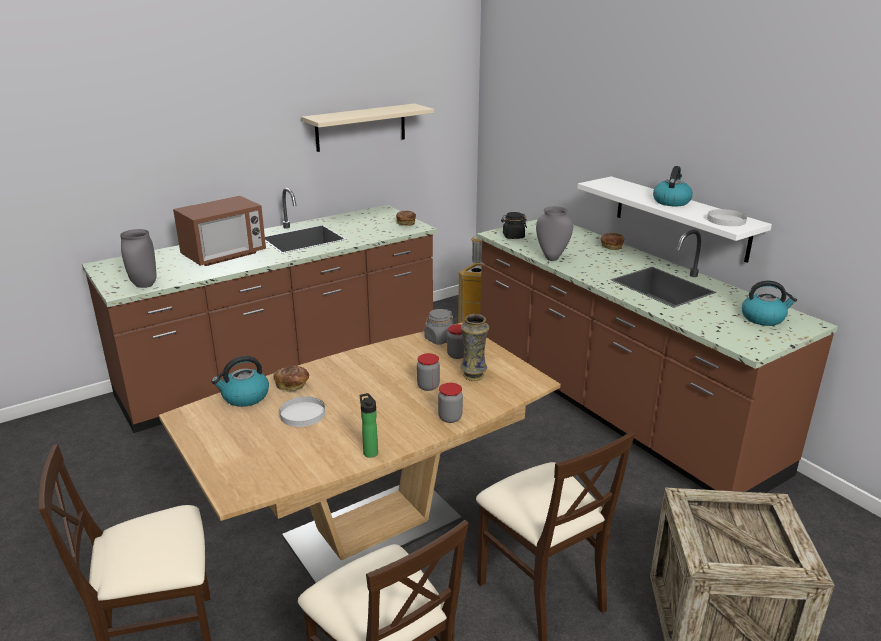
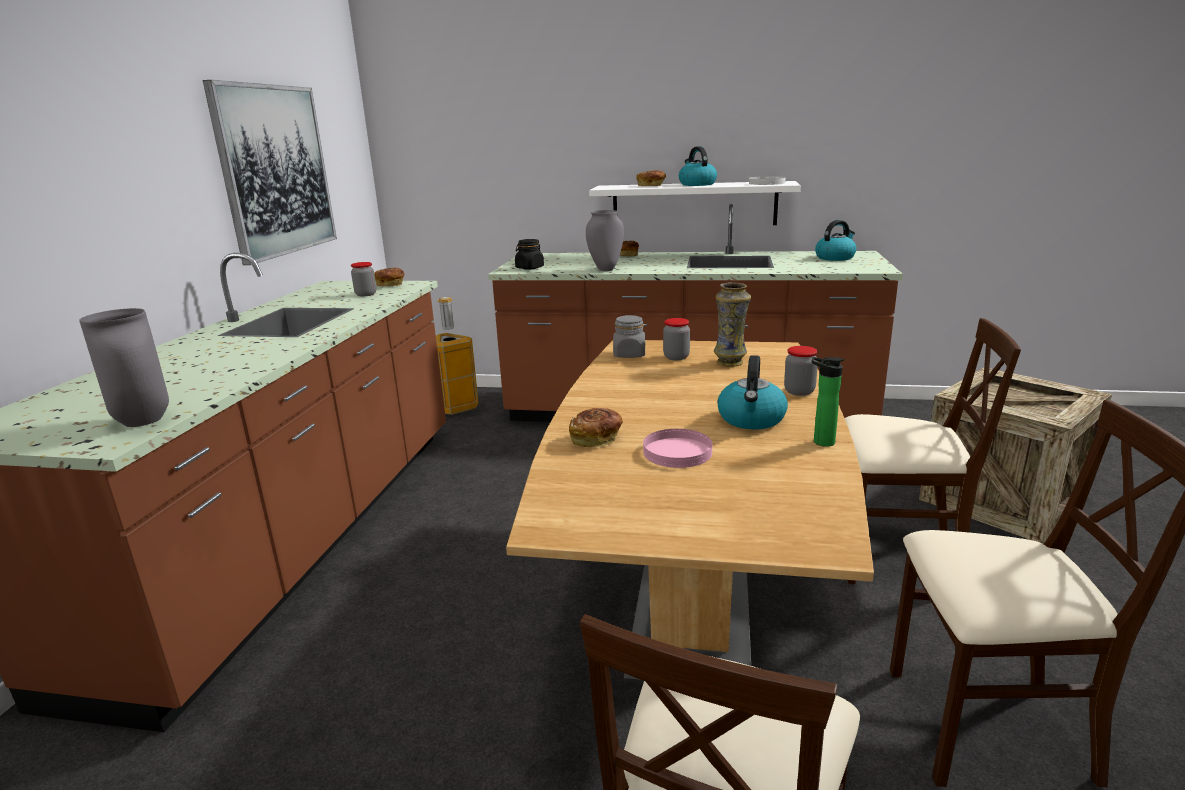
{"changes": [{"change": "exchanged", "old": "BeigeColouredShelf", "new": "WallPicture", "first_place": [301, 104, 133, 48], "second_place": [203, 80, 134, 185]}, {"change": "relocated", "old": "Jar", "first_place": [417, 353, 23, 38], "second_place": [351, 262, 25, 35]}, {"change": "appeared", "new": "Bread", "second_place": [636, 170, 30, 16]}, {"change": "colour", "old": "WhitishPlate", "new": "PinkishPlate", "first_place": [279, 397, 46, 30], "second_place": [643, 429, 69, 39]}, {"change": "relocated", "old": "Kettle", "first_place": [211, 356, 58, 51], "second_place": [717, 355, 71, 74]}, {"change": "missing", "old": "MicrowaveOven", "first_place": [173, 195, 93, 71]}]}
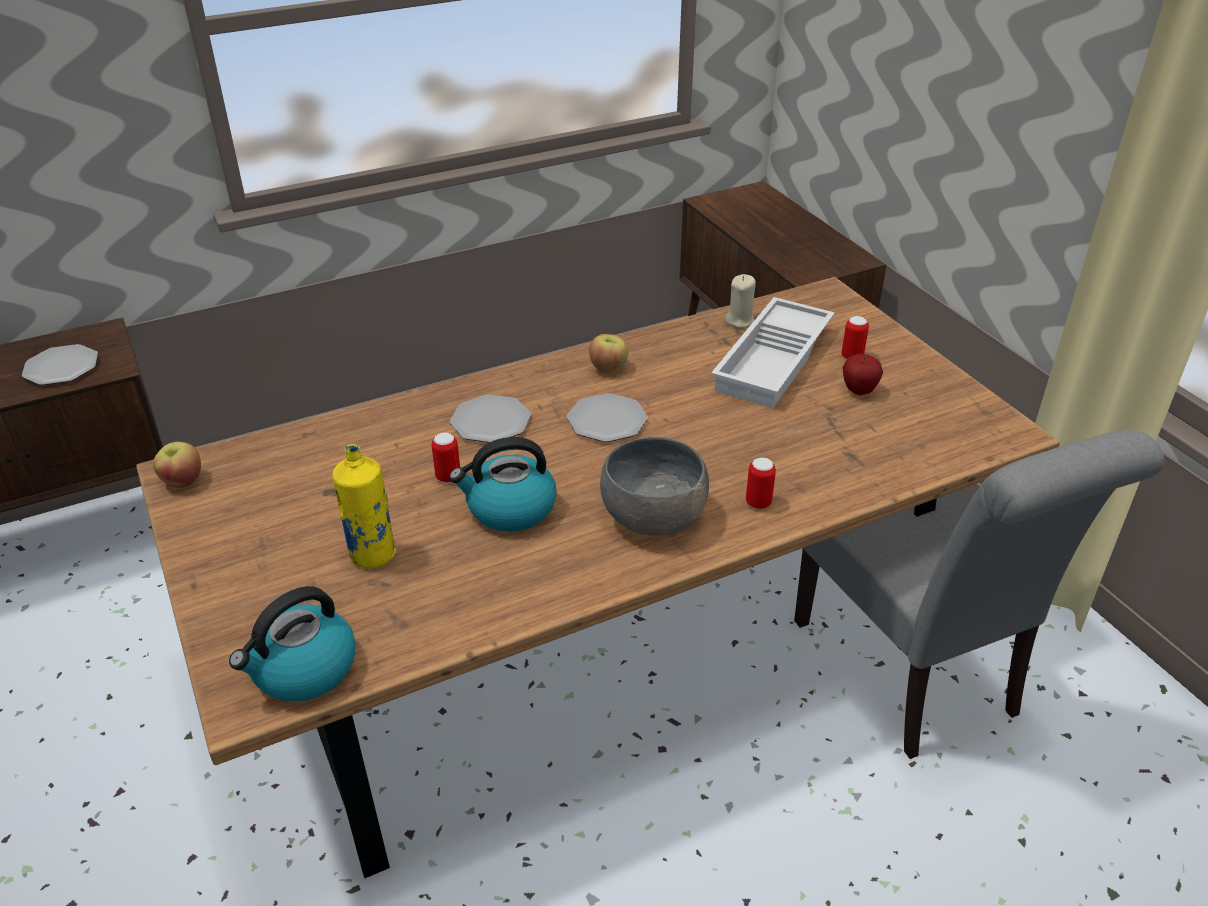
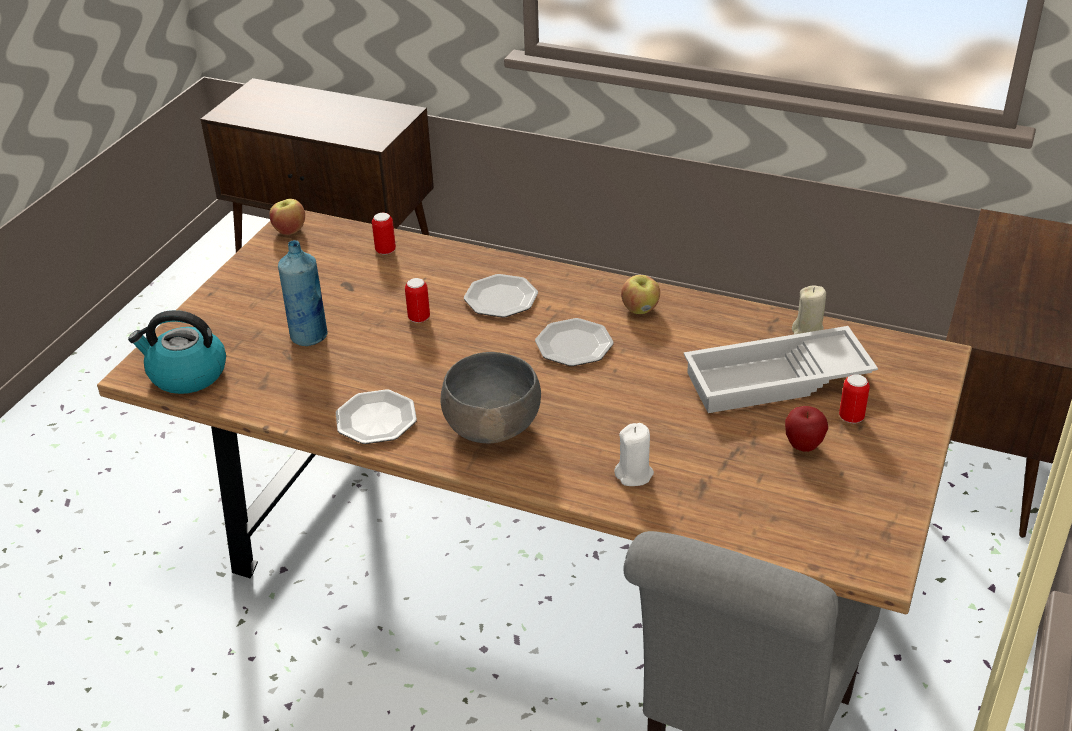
{"changes": [{"change": "colour", "old": "YellowishBottle", "new": "BlueColouredBottle", "first_place": [332, 444, 64, 124], "second_place": [278, 240, 50, 106]}, {"change": "relocated", "old": "Plate", "first_place": [22, 344, 76, 41], "second_place": [336, 389, 81, 55]}, {"change": "relocated", "old": "Can", "first_place": [746, 457, 30, 52], "second_place": [372, 213, 24, 42]}, {"change": "appeared", "new": "WhitishCandle", "second_place": [615, 423, 39, 63]}, {"change": "missing", "old": "Kettle", "first_place": [449, 437, 108, 95]}]}
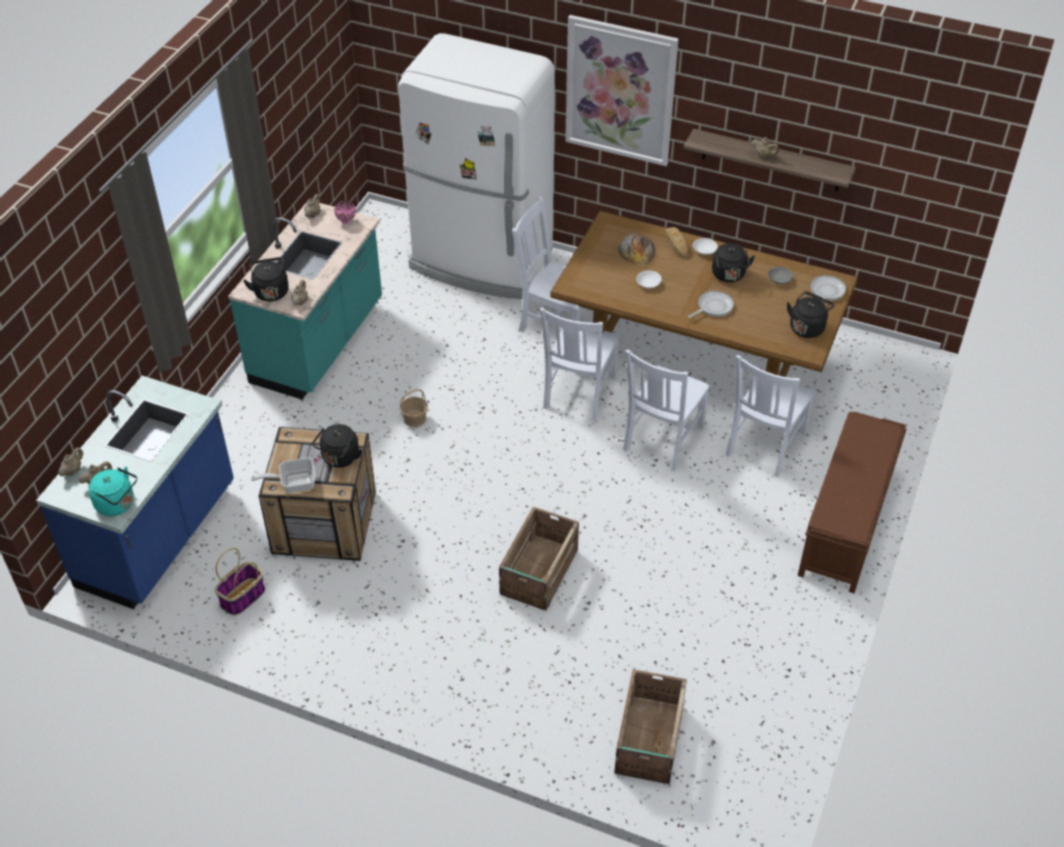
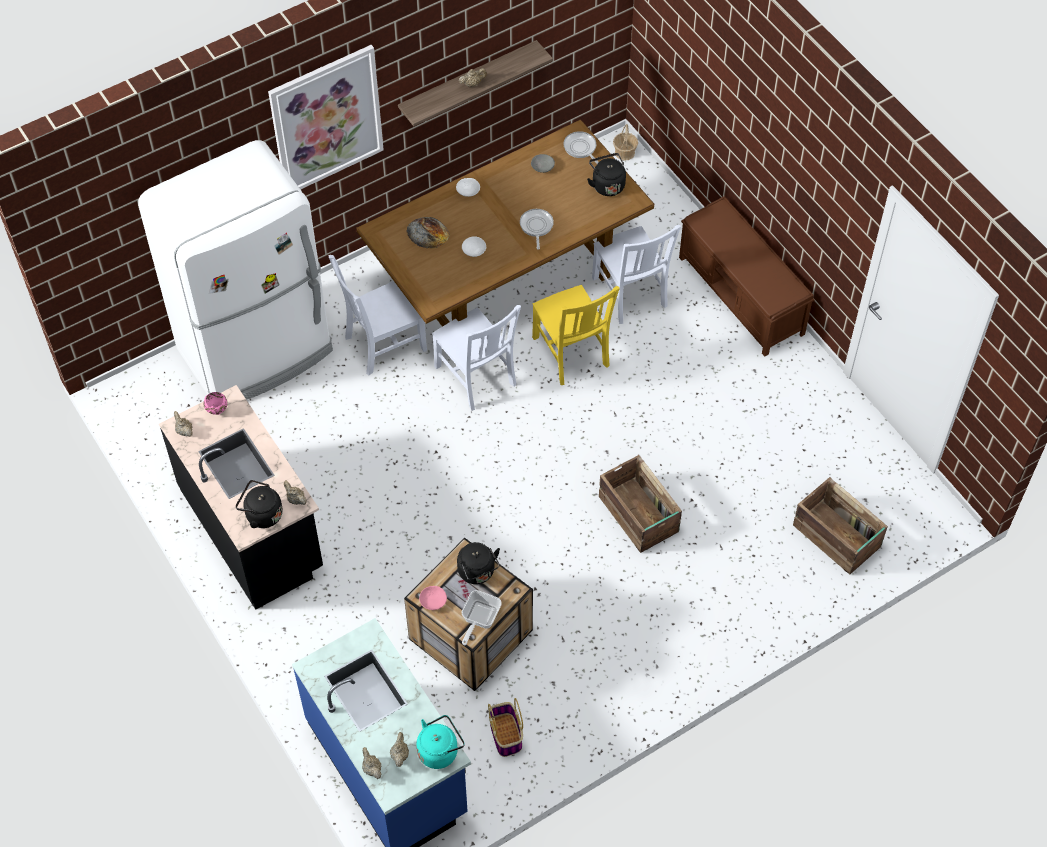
{"changes": [{"change": "colour", "old": "TurquoiseCounter", "new": "BlackColouredCounter", "first_place": [228, 200, 154, 200], "second_place": [159, 385, 164, 225]}, {"change": "appeared", "new": "PinkishServingBowl", "second_place": [419, 586, 28, 24]}, {"change": "colour", "old": "WhitishPlainChair", "new": "YellowishPlainChair", "first_place": [623, 350, 87, 121], "second_place": [532, 285, 88, 100]}, {"change": "relocated", "old": "HouseholdBasket", "first_place": [400, 389, 28, 38], "second_place": [613, 124, 25, 37]}, {"change": "missing", "old": "Bread", "first_place": [666, 227, 22, 32]}, {"change": "missing", "old": "BlackColouredKettle", "first_place": [712, 243, 43, 39]}]}
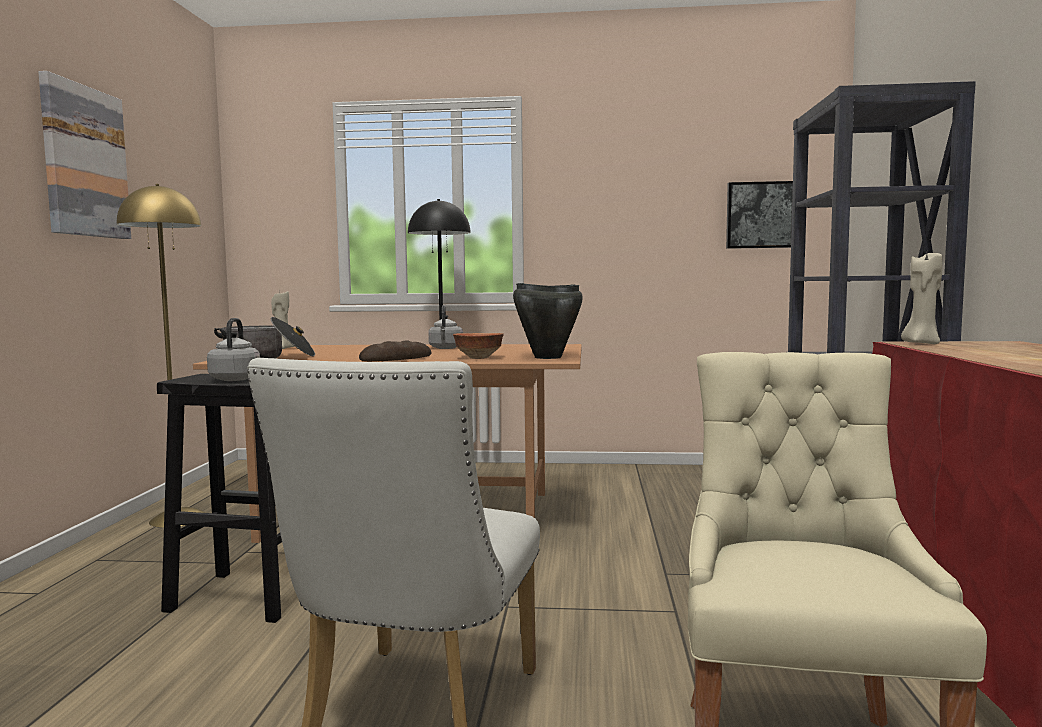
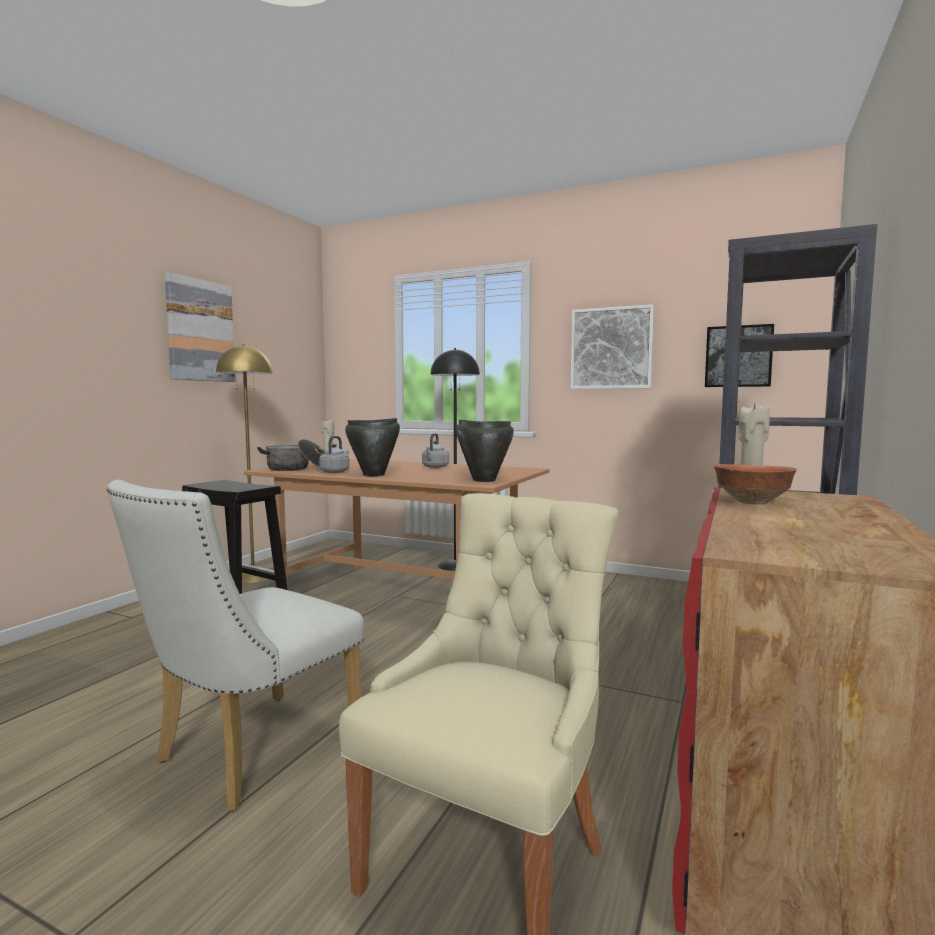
{"changes": [{"change": "relocated", "old": "GreyKettle", "first_place": [207, 318, 53, 63], "second_place": [319, 436, 30, 37]}, {"change": "exchanged", "old": "Bread", "new": "BlackColouredStockpot", "first_place": [359, 341, 72, 21], "second_place": [345, 418, 55, 58]}, {"change": "appeared", "new": "WallPicture", "second_place": [570, 304, 84, 85]}, {"change": "relocated", "old": "ServingBowl", "first_place": [453, 333, 51, 26], "second_place": [714, 464, 83, 41]}]}
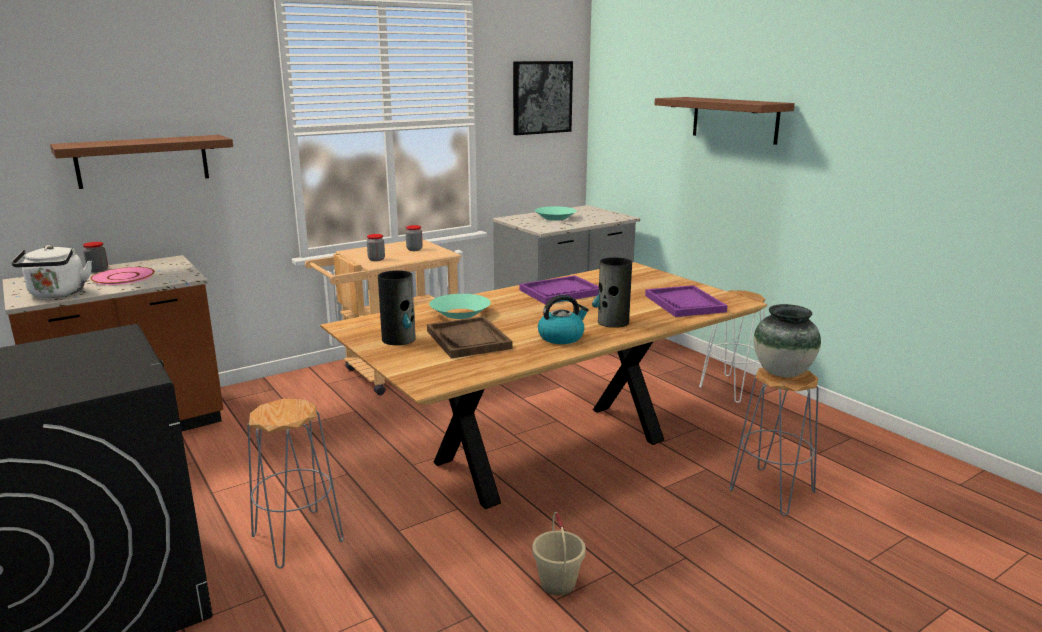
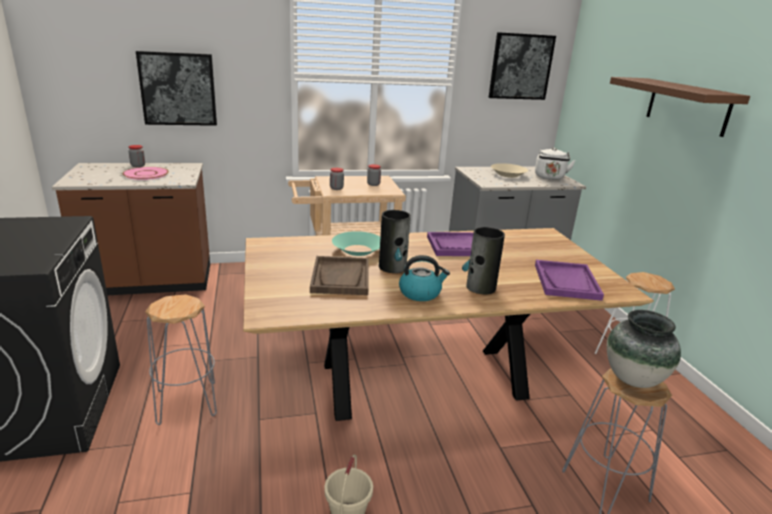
{"changes": [{"change": "exchanged", "old": "BrownColouredShelf", "new": "WallPicture", "first_place": [50, 135, 183, 54], "second_place": [136, 51, 81, 75]}, {"change": "relocated", "old": "Vase", "first_place": [378, 270, 38, 75], "second_place": [379, 210, 32, 63]}, {"change": "colour", "old": "TurquoiseServingBowl", "new": "BeigeColouredServingBowl", "first_place": [534, 206, 43, 15], "second_place": [491, 163, 37, 15]}, {"change": "relocated", "old": "WhitishKettle", "first_place": [11, 245, 81, 53], "second_place": [535, 148, 40, 32]}]}
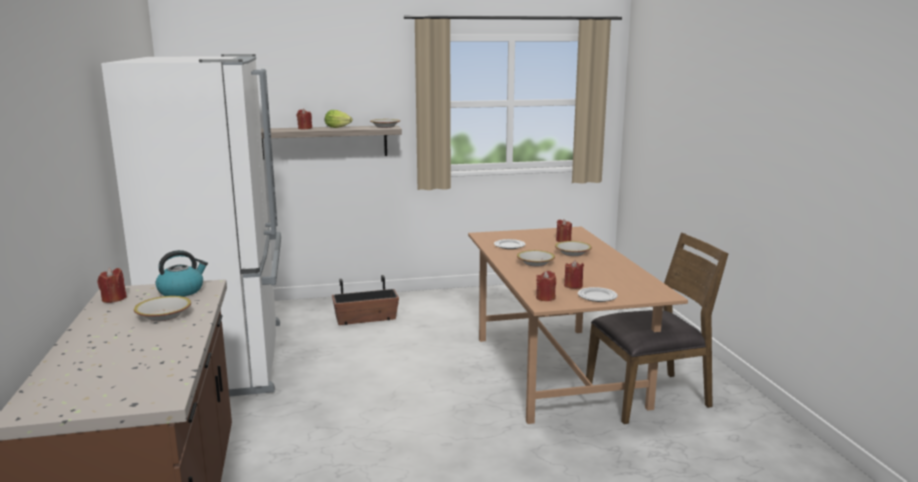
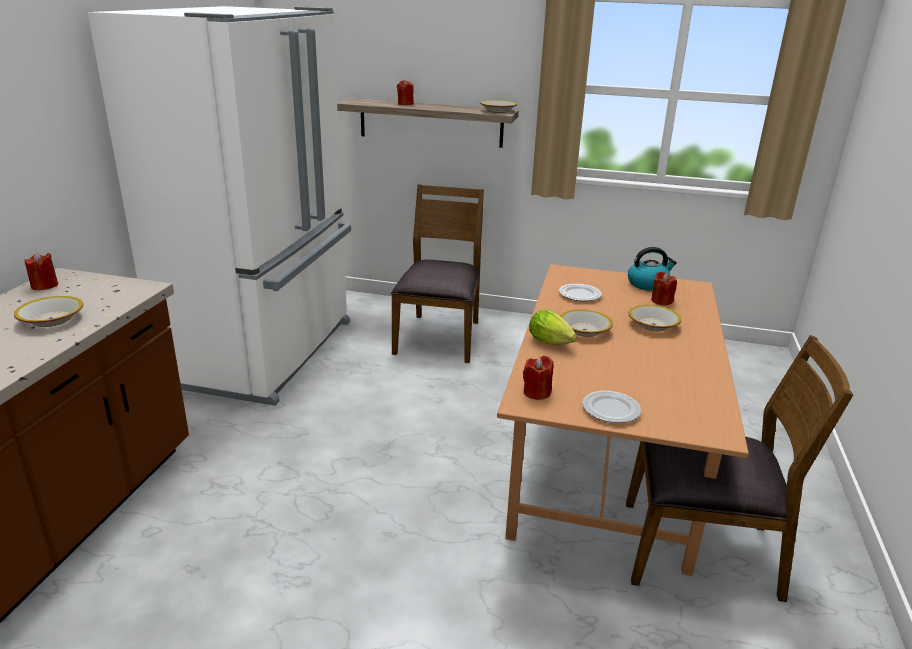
{"changes": [{"change": "exchanged", "old": "Planter", "new": "BrownColouredPlainChair", "first_place": [332, 275, 67, 50], "second_place": [391, 185, 93, 178]}, {"change": "relocated", "old": "Lettuce", "first_place": [325, 110, 28, 18], "second_place": [529, 310, 48, 35]}, {"change": "relocated", "old": "Kettle", "first_place": [156, 250, 52, 47], "second_place": [628, 247, 49, 44]}, {"change": "missing", "old": "ReddishCandle", "first_place": [564, 260, 20, 29]}]}
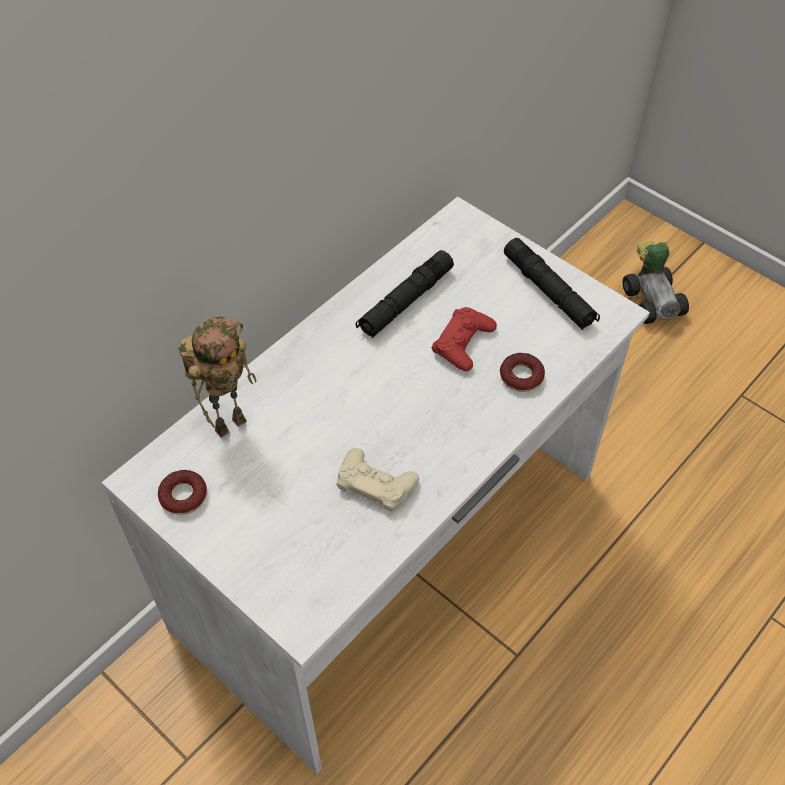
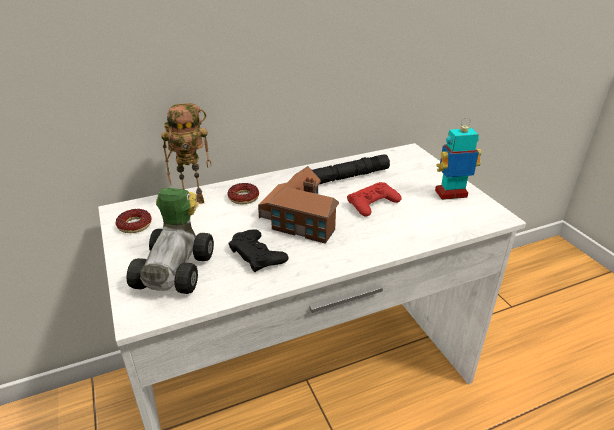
{"changes": [{"change": "relocated", "old": "ModelCar", "first_place": [623, 240, 66, 84], "second_place": [126, 188, 88, 106]}, {"change": "relocated", "old": "Doughnut", "first_place": [500, 353, 45, 39], "second_place": [227, 183, 32, 21]}, {"change": "colour", "old": "BeigeColouredGameController", "new": "BlackColouredGameController", "first_place": [336, 448, 83, 63], "second_place": [228, 229, 61, 43]}, {"change": "appeared", "new": "MiniatureHouse", "second_place": [258, 166, 81, 78]}, {"change": "exchanged", "old": "BlackColouredFlashlight", "new": "RobotFigure", "first_place": [504, 238, 96, 92], "second_place": [435, 118, 46, 82]}]}
